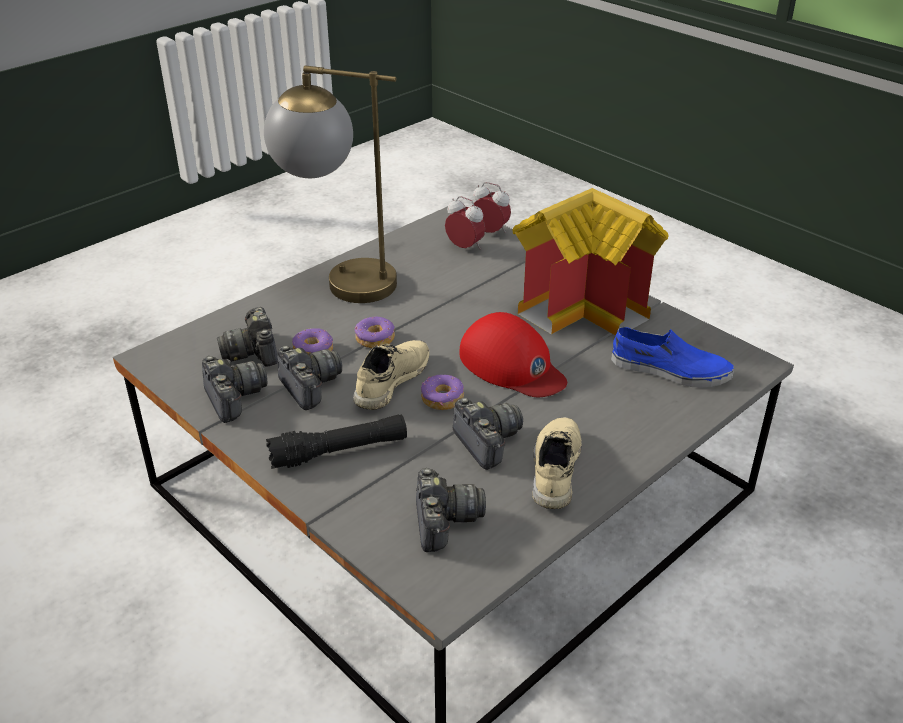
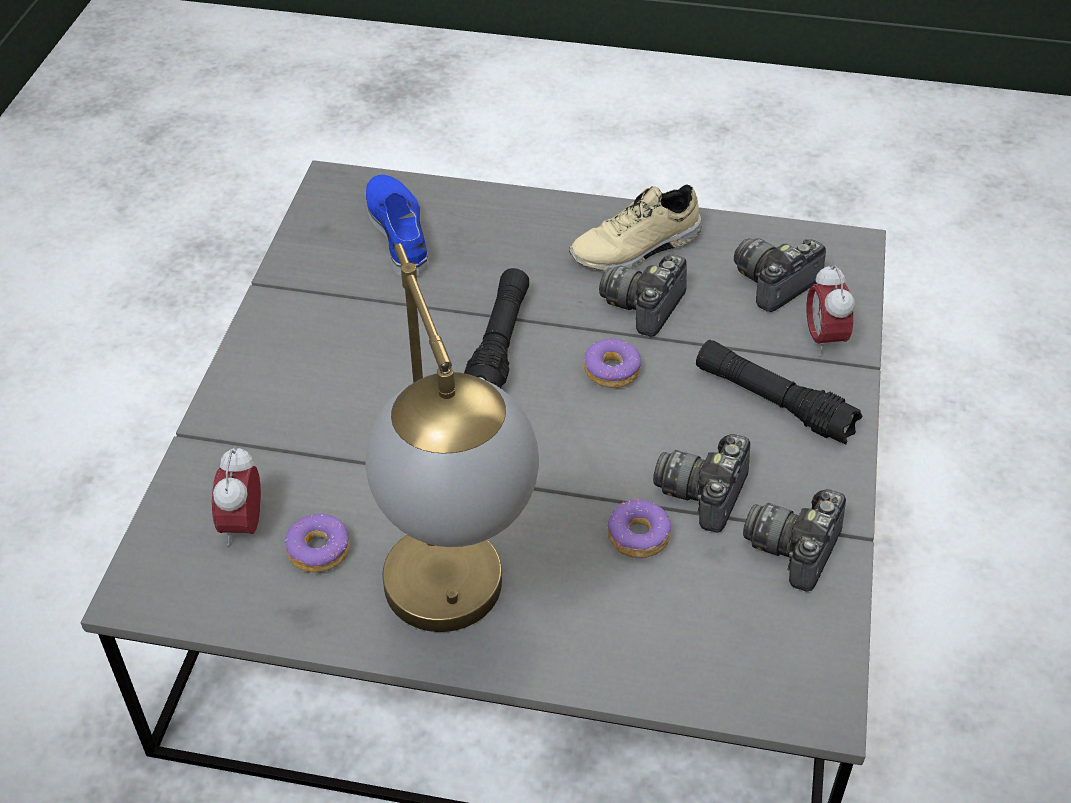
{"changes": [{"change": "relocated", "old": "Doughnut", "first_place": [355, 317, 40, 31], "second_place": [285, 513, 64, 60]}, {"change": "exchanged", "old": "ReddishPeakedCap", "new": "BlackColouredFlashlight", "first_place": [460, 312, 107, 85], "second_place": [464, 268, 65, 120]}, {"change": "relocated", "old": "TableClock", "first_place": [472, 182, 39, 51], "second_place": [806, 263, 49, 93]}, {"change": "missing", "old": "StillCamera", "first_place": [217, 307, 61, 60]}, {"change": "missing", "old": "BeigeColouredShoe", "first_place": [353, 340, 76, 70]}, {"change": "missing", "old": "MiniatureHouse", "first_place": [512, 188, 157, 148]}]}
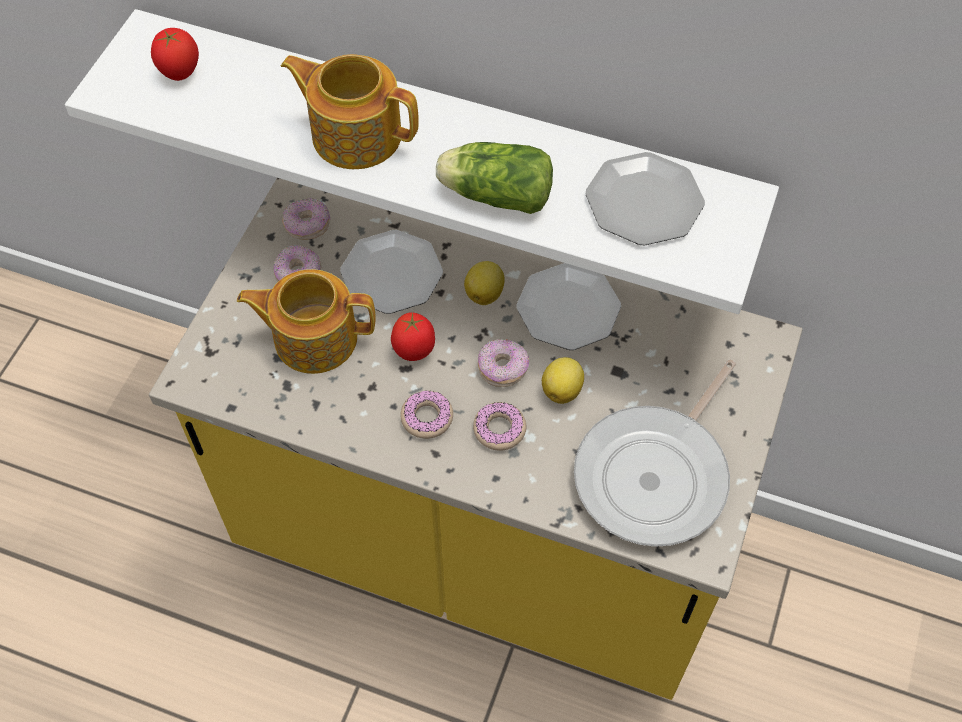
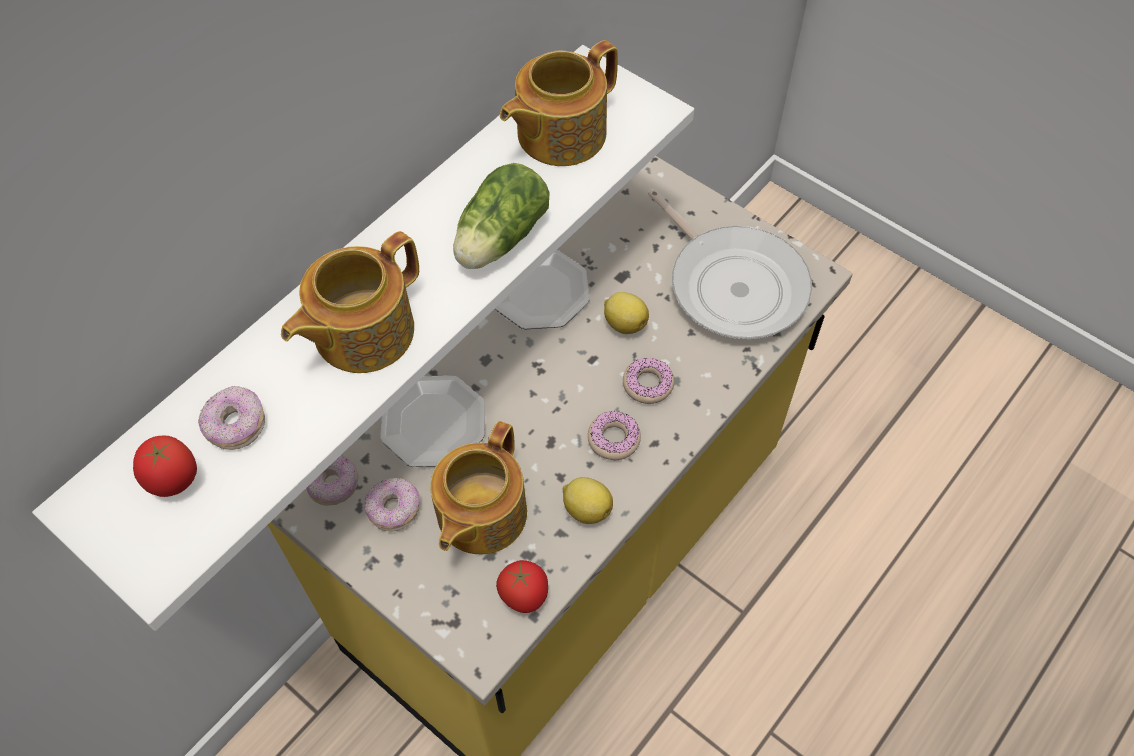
{"changes": [{"change": "relocated", "old": "Doughnut", "first_place": [478, 339, 51, 48], "second_place": [198, 386, 67, 64]}, {"change": "relocated", "old": "Tomato", "first_place": [391, 312, 44, 49], "second_place": [496, 560, 52, 53]}, {"change": "exchanged", "old": "Plate", "new": "TeaPot", "first_place": [586, 152, 119, 94], "second_place": [500, 40, 118, 126]}, {"change": "relocated", "old": "WholeLemon", "first_place": [464, 261, 41, 44], "second_place": [563, 477, 50, 47]}]}
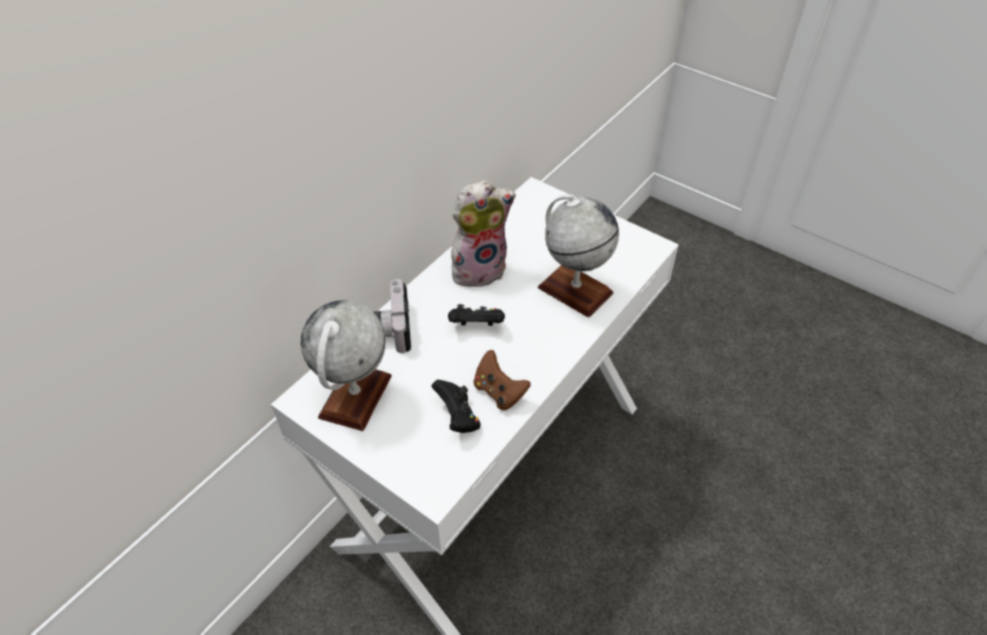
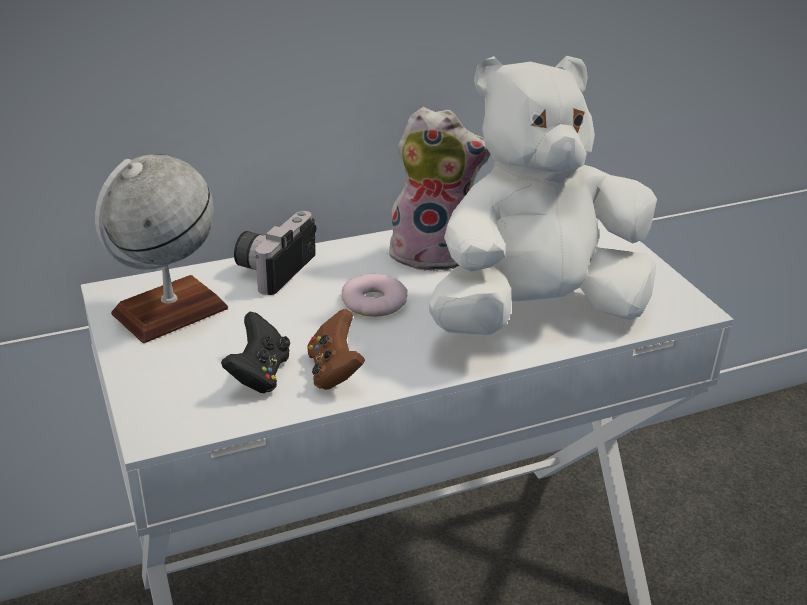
{"changes": [{"change": "exchanged", "old": "BlackColouredGameController", "new": "Doughnut", "first_place": [448, 304, 57, 22], "second_place": [341, 274, 66, 43]}, {"change": "exchanged", "old": "DeskGlobe", "new": "WhitishSoftToy", "first_place": [538, 194, 81, 123], "second_place": [429, 56, 228, 279]}]}
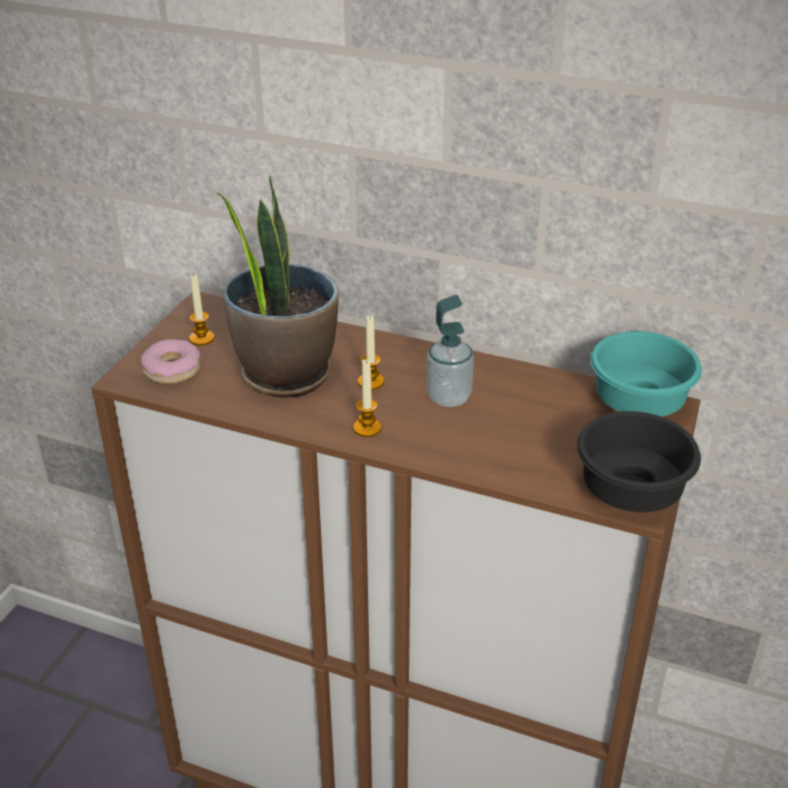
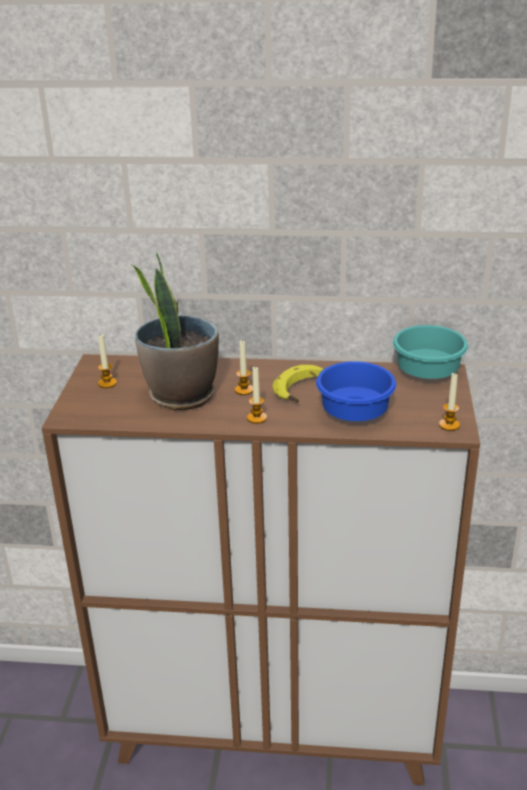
{"changes": [{"change": "exchanged", "old": "SoapBottle", "new": "Banana", "first_place": [427, 295, 47, 112], "second_place": [272, 365, 52, 38]}, {"change": "appeared", "new": "BlueColouredServingBowl", "second_place": [316, 361, 80, 60]}, {"change": "exchanged", "old": "BlackColouredServingBowl", "new": "Candle", "first_place": [577, 411, 124, 101], "second_place": [439, 373, 21, 58]}, {"change": "missing", "old": "Doughnut", "first_place": [141, 339, 59, 45]}]}
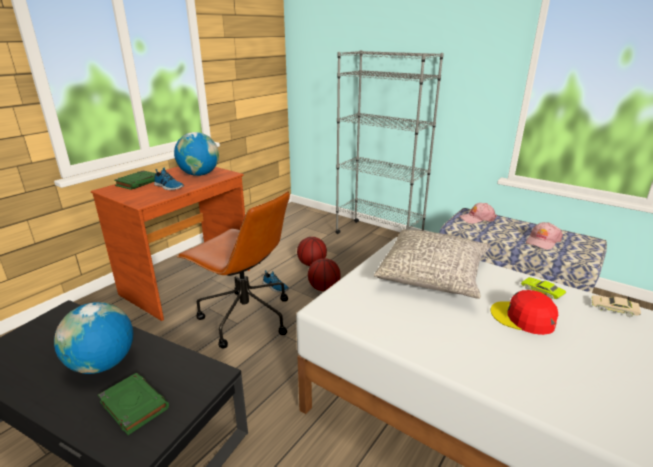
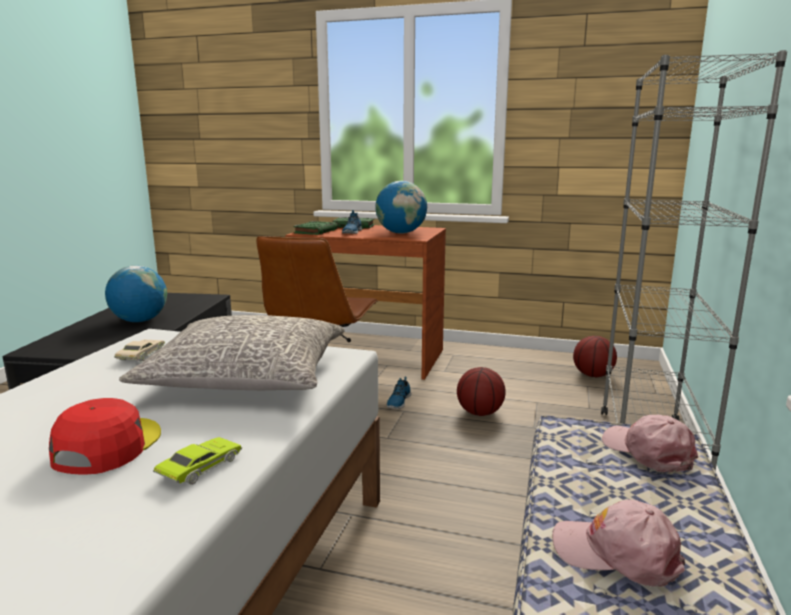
{"changes": [{"change": "relocated", "old": "BeigeColouredModelCar", "first_place": [592, 295, 49, 22], "second_place": [114, 340, 51, 21]}, {"change": "relocated", "old": "GreenVolume", "first_place": [98, 373, 71, 62], "second_place": [294, 221, 44, 14]}, {"change": "relocated", "old": "Basketball", "first_place": [308, 258, 33, 33], "second_place": [573, 336, 44, 41]}]}
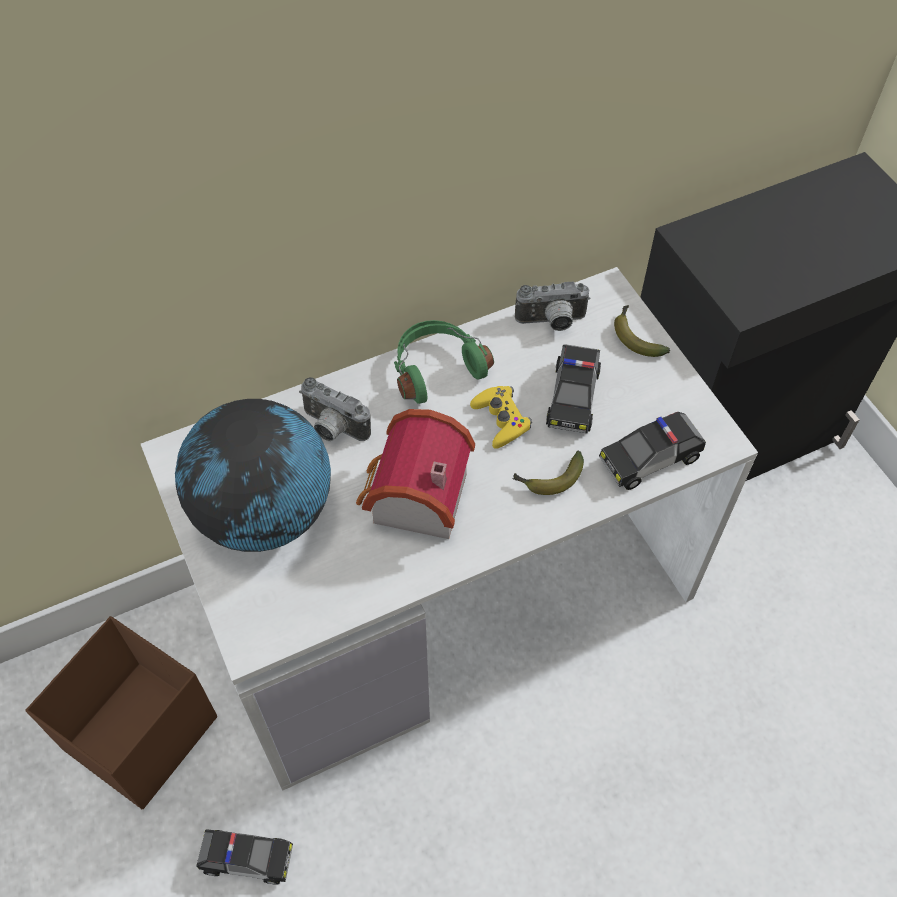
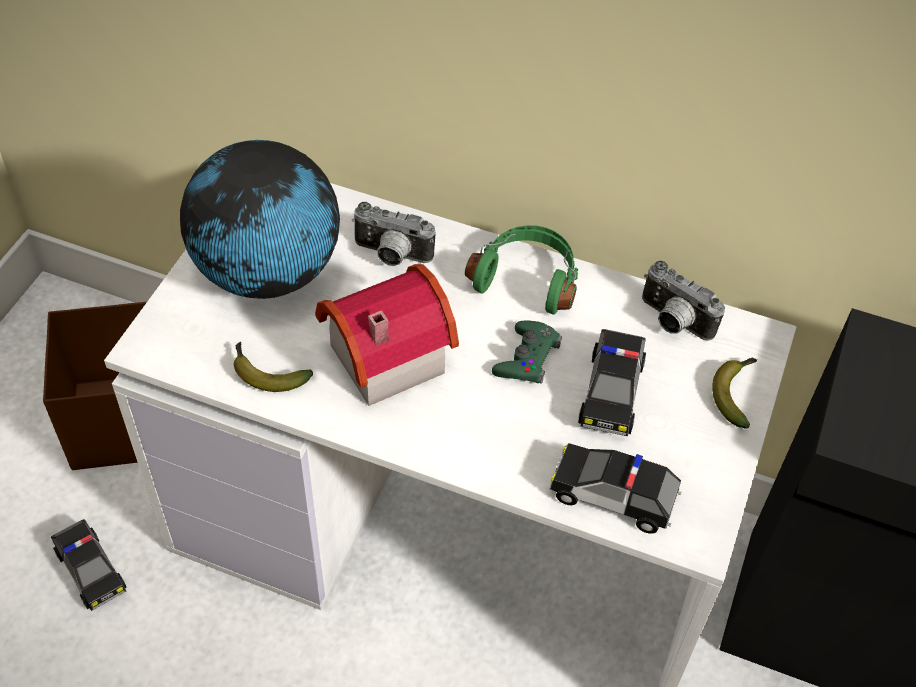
{"changes": [{"change": "relocated", "old": "Banana", "first_place": [512, 451, 72, 44], "second_place": [234, 342, 79, 50]}, {"change": "spun", "old": "StillCamera", "first_place": [299, 377, 72, 64], "second_place": [352, 202, 84, 64], "degrees": -60}, {"change": "colour", "old": "YellowishGameController", "new": "GreenGameController", "first_place": [470, 386, 62, 63], "second_place": [492, 321, 70, 63]}, {"change": "spun", "old": "ModelCar", "first_place": [546, 344, 55, 89], "second_place": [578, 329, 68, 107], "degrees": -45}]}
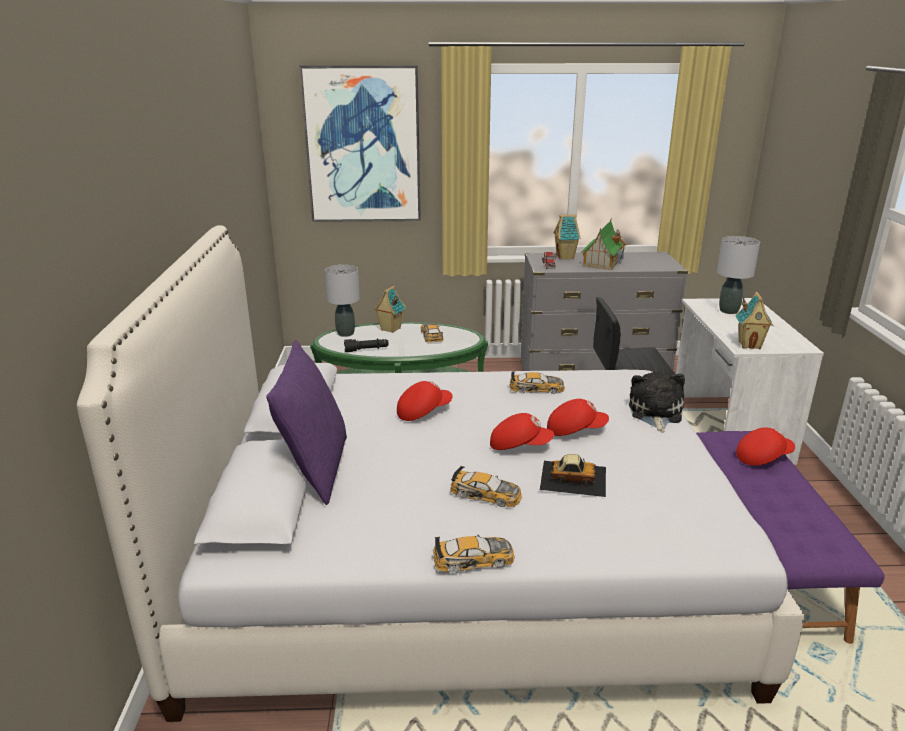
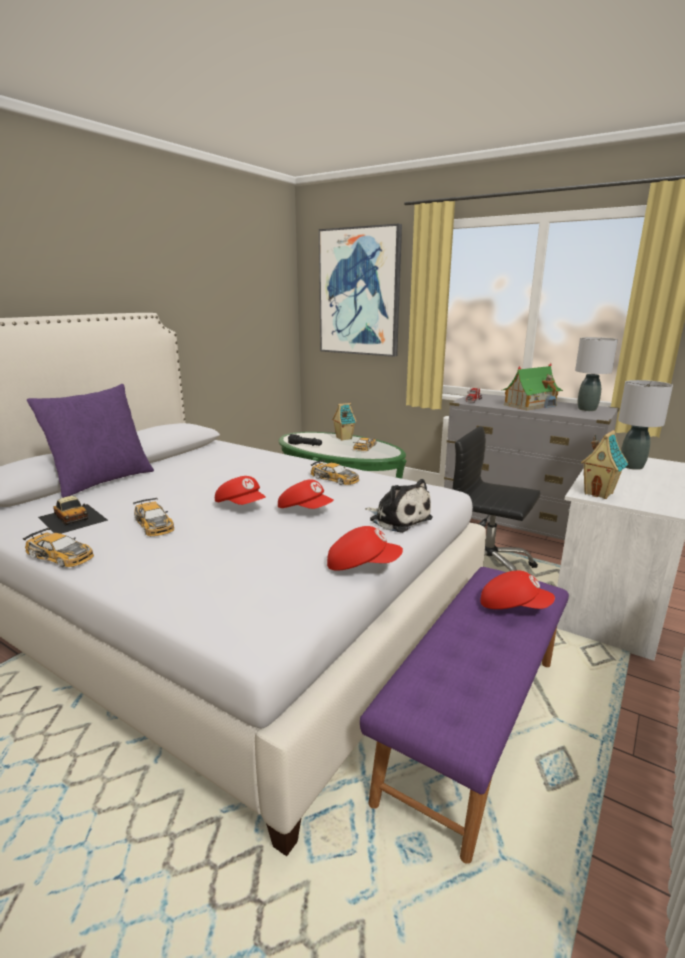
{"changes": [{"change": "relocated", "old": "ModelCar", "first_place": [540, 454, 66, 43], "second_place": [38, 496, 70, 38]}, {"change": "relocated", "old": "ReddishPeakedCap", "first_place": [397, 381, 56, 40], "second_place": [327, 526, 76, 45]}, {"change": "spun", "old": "SoftToy", "first_place": [629, 372, 56, 61], "second_place": [365, 479, 68, 54], "degrees": 90}, {"change": "relocated", "old": "GreyLampForATable", "first_place": [325, 265, 35, 72], "second_place": [575, 337, 43, 74]}, {"change": "missing", "old": "MiniatureHouse", "first_place": [553, 214, 28, 46]}]}
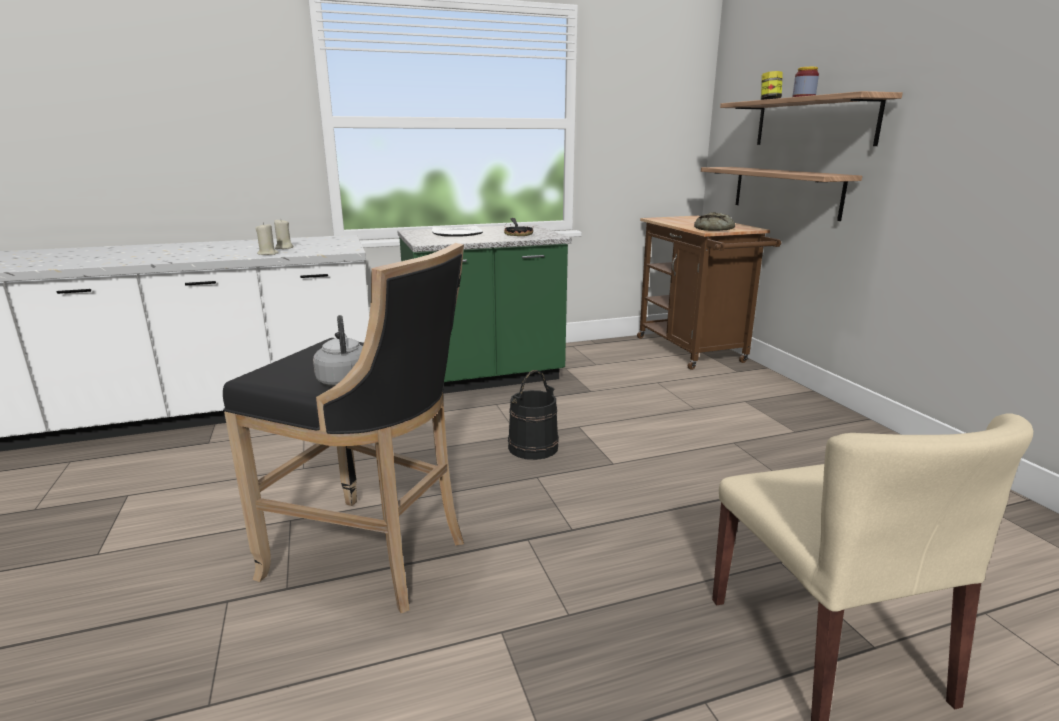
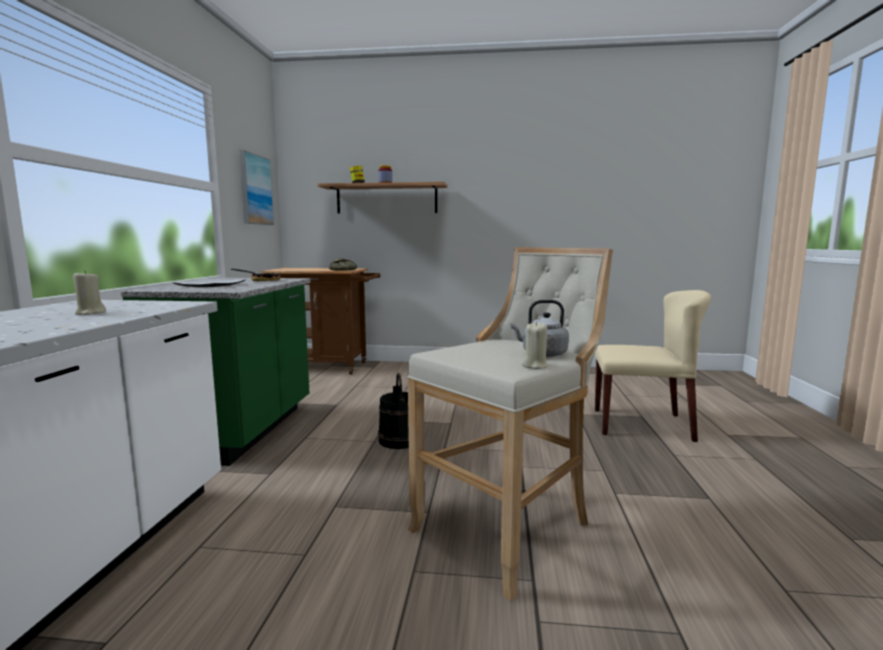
{"changes": [{"change": "appeared", "new": "WallPicture", "second_place": [239, 150, 35, 75]}, {"change": "colour", "old": "BlackColouredStool", "new": "BeigeColouredStool", "first_place": [223, 243, 241, 370], "second_place": [408, 247, 205, 354]}, {"change": "relocated", "old": "BeigeColouredCandle", "first_place": [255, 223, 24, 32], "second_place": [522, 321, 26, 48]}, {"change": "missing", "old": "Shelf", "first_place": [701, 167, 161, 54]}]}
